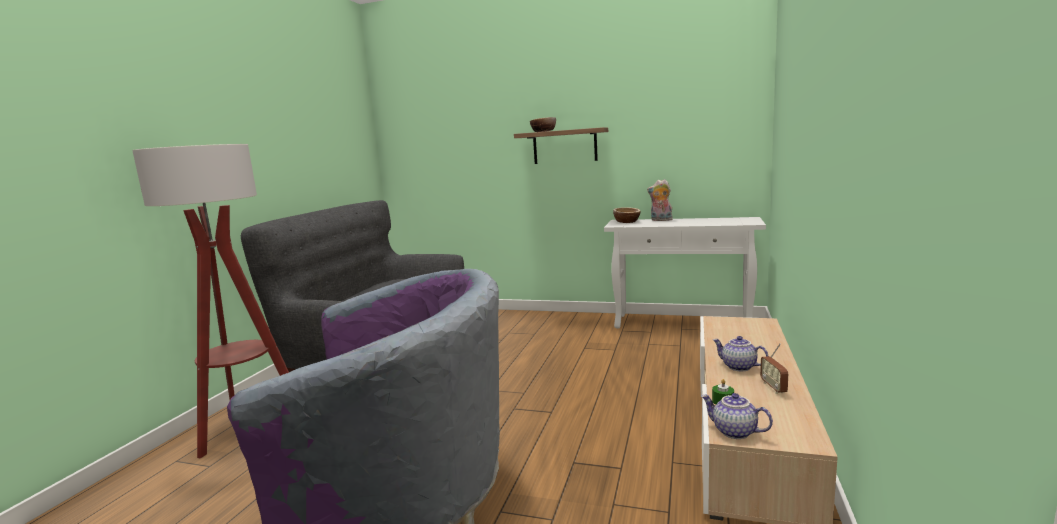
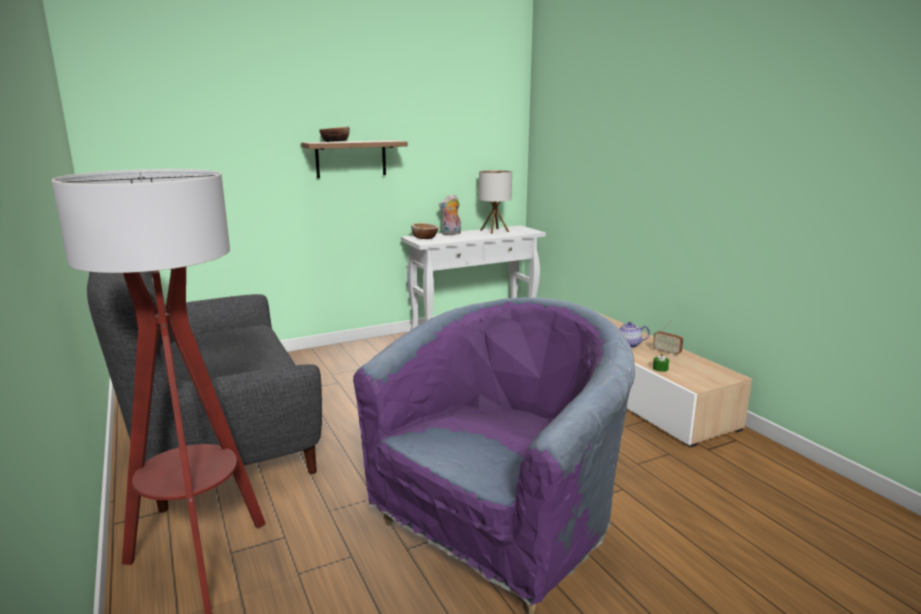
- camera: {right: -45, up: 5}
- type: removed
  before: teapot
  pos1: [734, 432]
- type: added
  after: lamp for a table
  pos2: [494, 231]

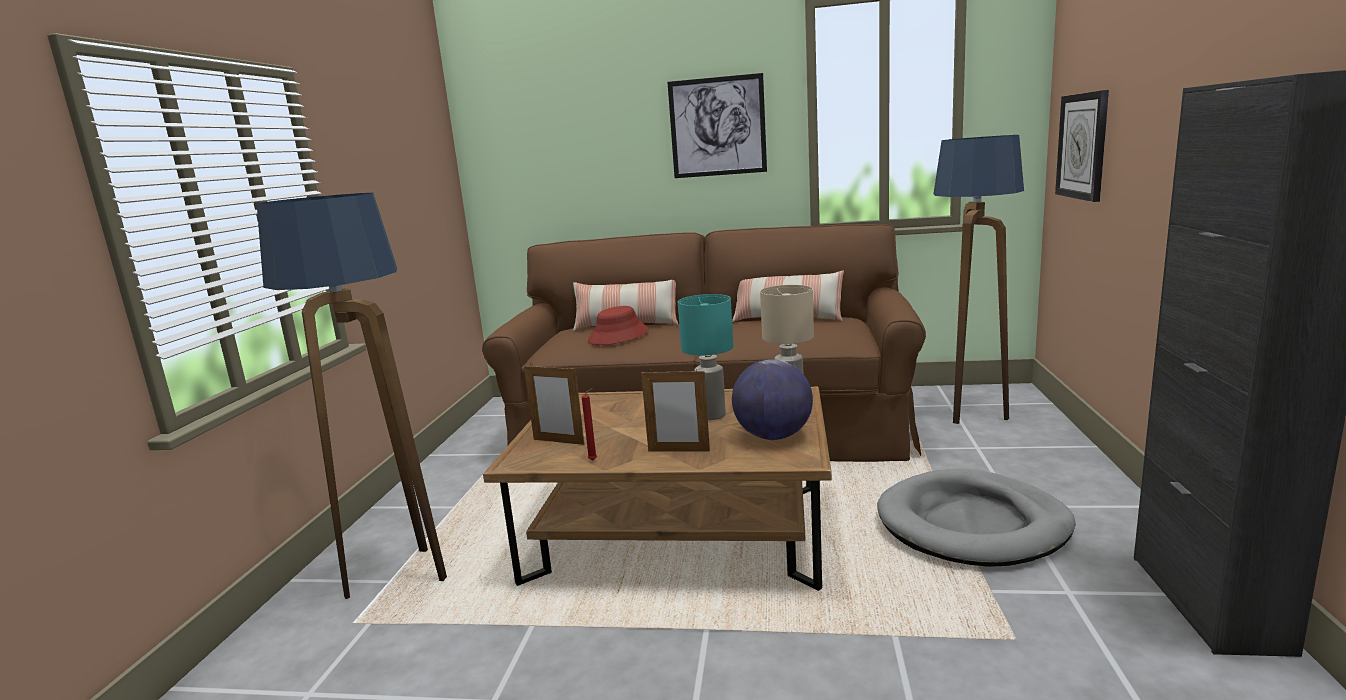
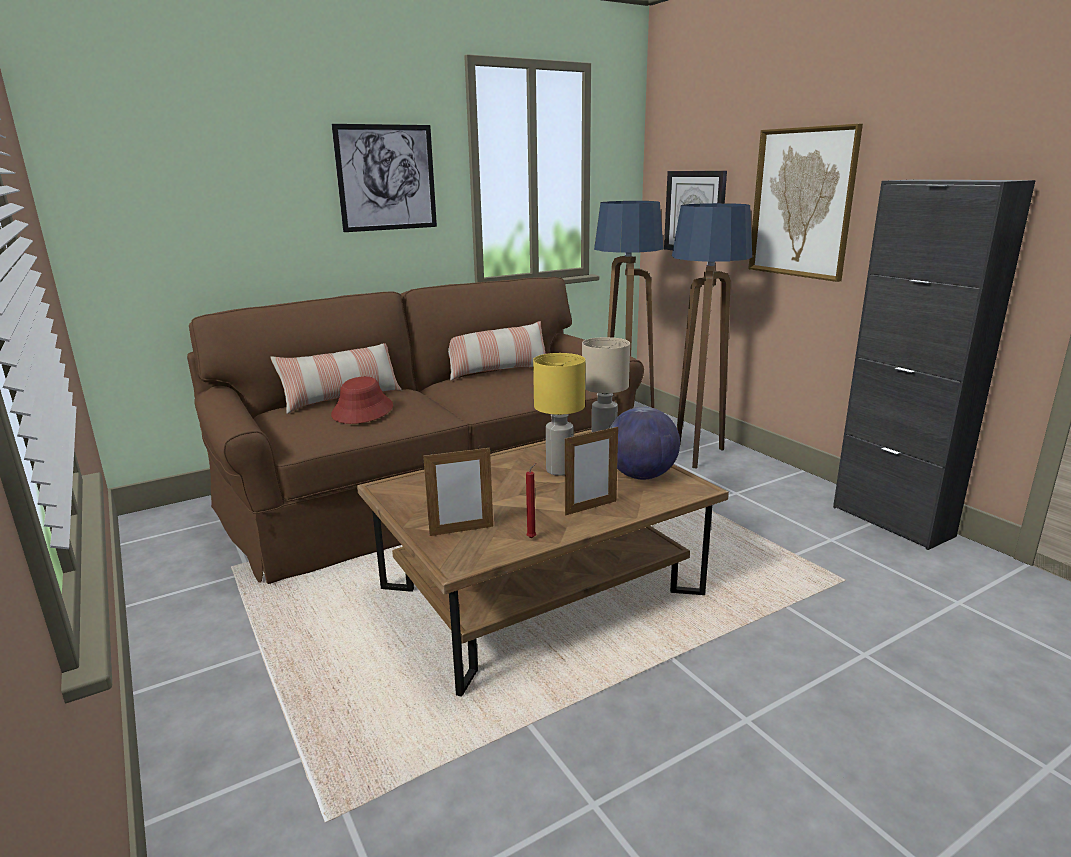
- camera: {right: -40, up: 5}
- type: moved
  before: standing lamp
  pos1: [395, 579]
  pos2: [697, 456]
- type: recoloured
  before: blue-green lamp for a table
  after: yellow-coloured lamp for a table
  pos1: [711, 415]
  pos2: [559, 471]
- type: removed
  before: gray dog bed
  pos1: [972, 524]
- type: added
  after: wall art
  pos2: [802, 203]

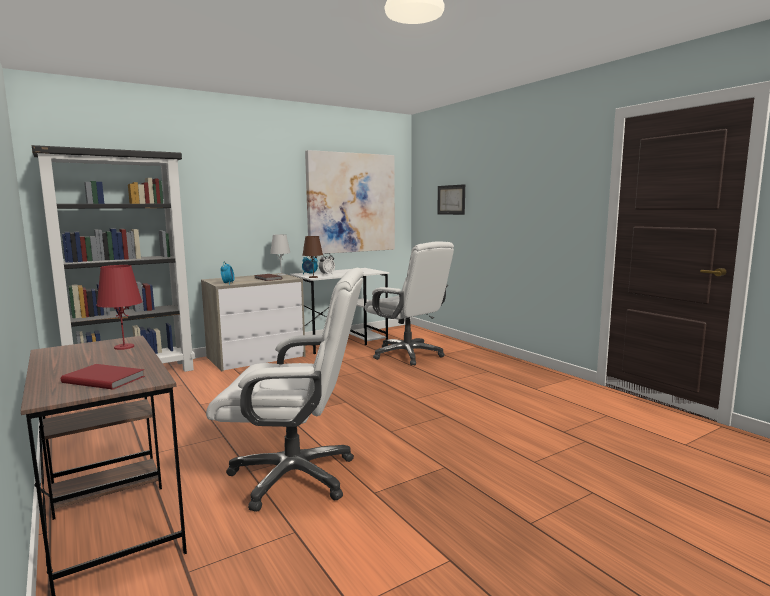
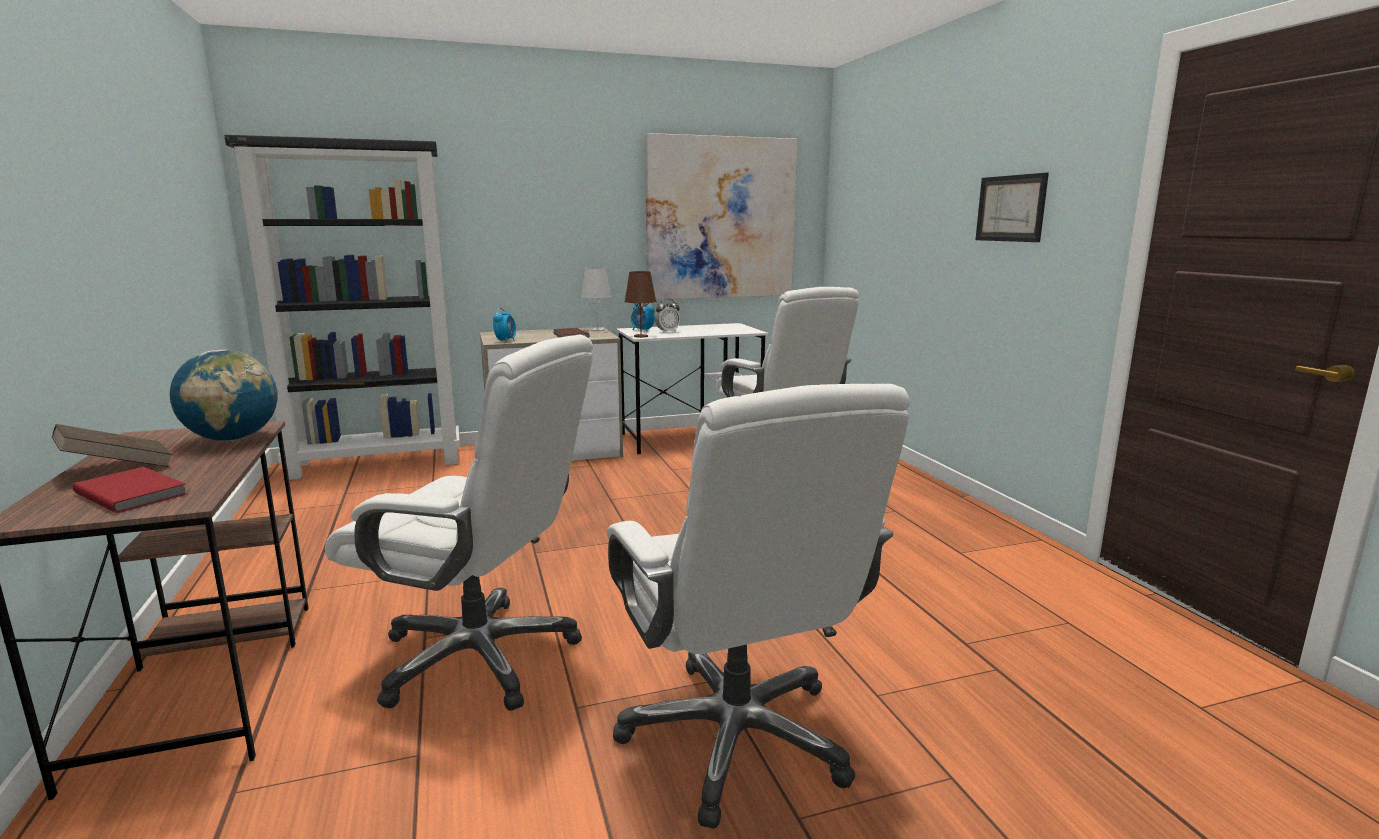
- camera: {right: 15, up: 5}
- type: moved
  before: wall art
  pos1: [451, 200]
  pos2: [1011, 208]
- type: replaced
  before: reddish lamp for a table
  after: desk globe
  pos1: [123, 347]
  pos2: [232, 439]
- type: added
  after: white-coloured computer chair
  pos2: [737, 738]
- type: added
  after: brownish book
  pos2: [117, 468]

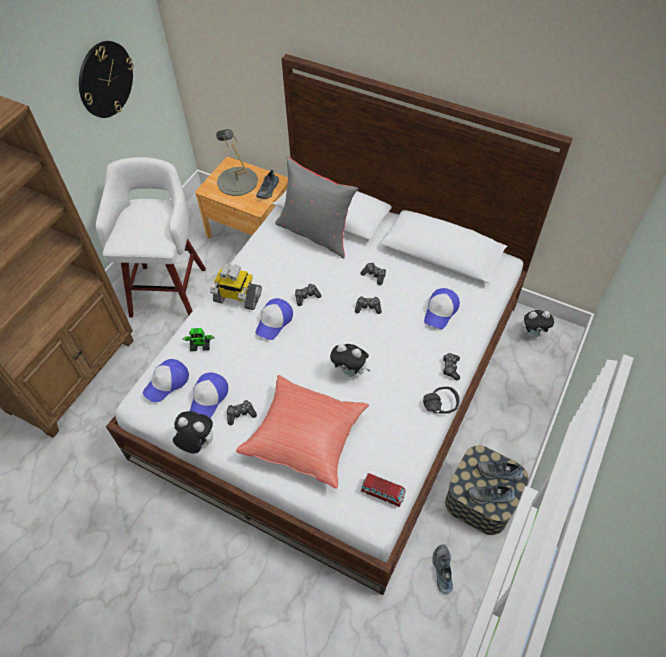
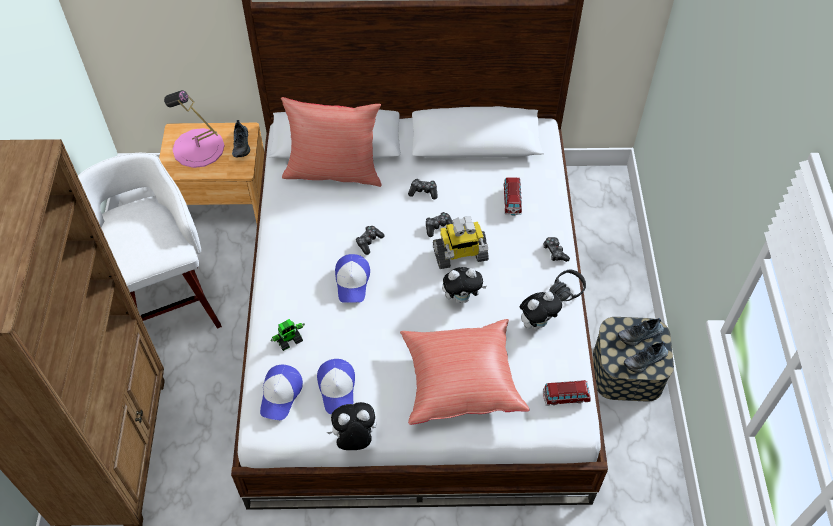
- camera: {right: -30, up: 0}
- type: removed
  before: clock on the wall
  pos1: [105, 79]
- type: recoloured
  before: gray lamp for a table
  after: pinkish lamp for a table
  pos1: [237, 181]
  pos2: [198, 148]
- type: recoloured
  before: gray pillow
  after: reddish pillow
  pos1: [316, 233]
  pos2: [333, 171]
- type: moved
  before: model robot
  pos1: [237, 298]
  pos2: [460, 255]
- type: replaced
  before: cap
  after: model car
  pos1: [441, 311]
  pos2: [512, 201]
- type: moved
  before: soft toy
  pos1: [533, 333]
  pos2: [537, 323]
- type: removed
  before: game controller
  pos1: [241, 414]
- type: removed
  before: shoe
  pos1: [442, 570]

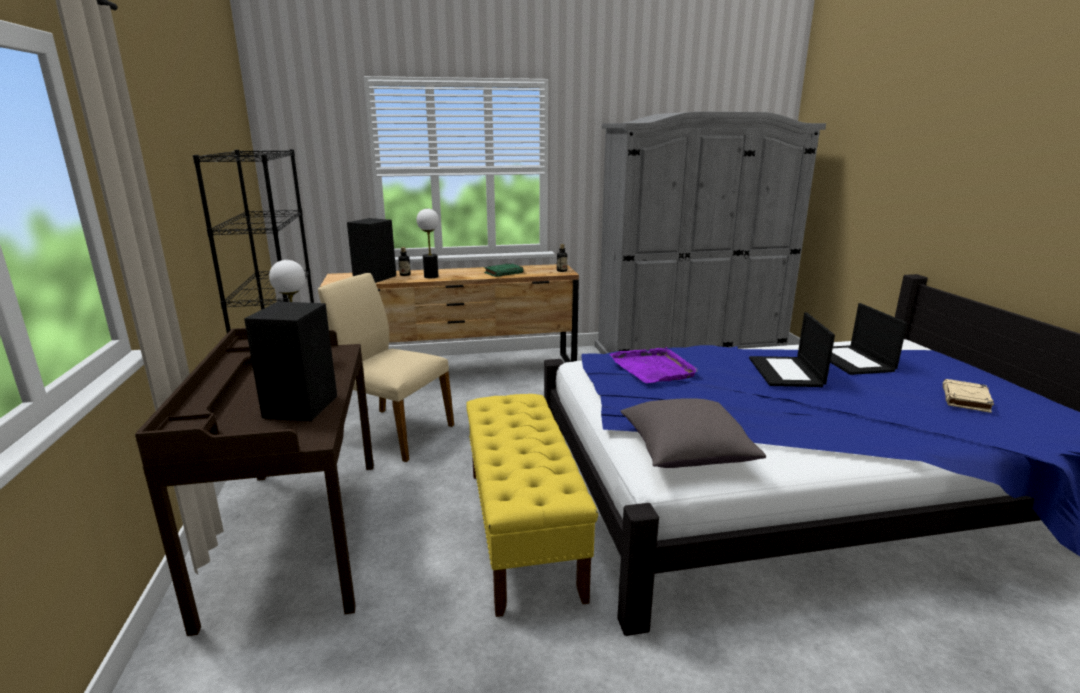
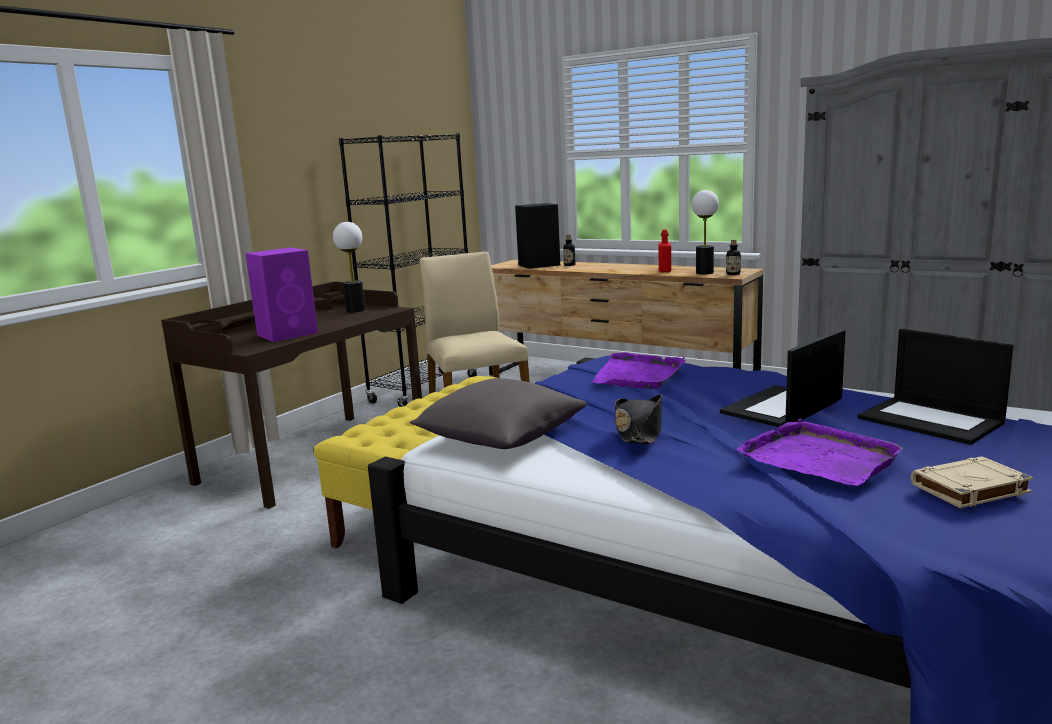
- camera: {right: 45, up: -5}
- type: moved
  before: lamp for a table
  pos1: [431, 276]
  pos2: [704, 273]
- type: replaced
  before: green-coloured book
  after: reddish bottle
  pos1: [504, 273]
  pos2: [665, 271]
- type: recoloured
  before: black-coloured speaker
  after: purple speaker
  pos1: [301, 406]
  pos2: [289, 334]
- type: turned
  before: laptop
  pos1: [852, 360]
  pos2: [932, 420]
  turn: -75
- type: added
  after: black-coloured wearable hat
  pos2: [639, 431]
- type: added
  after: purple serving tray
  pos2: [819, 458]

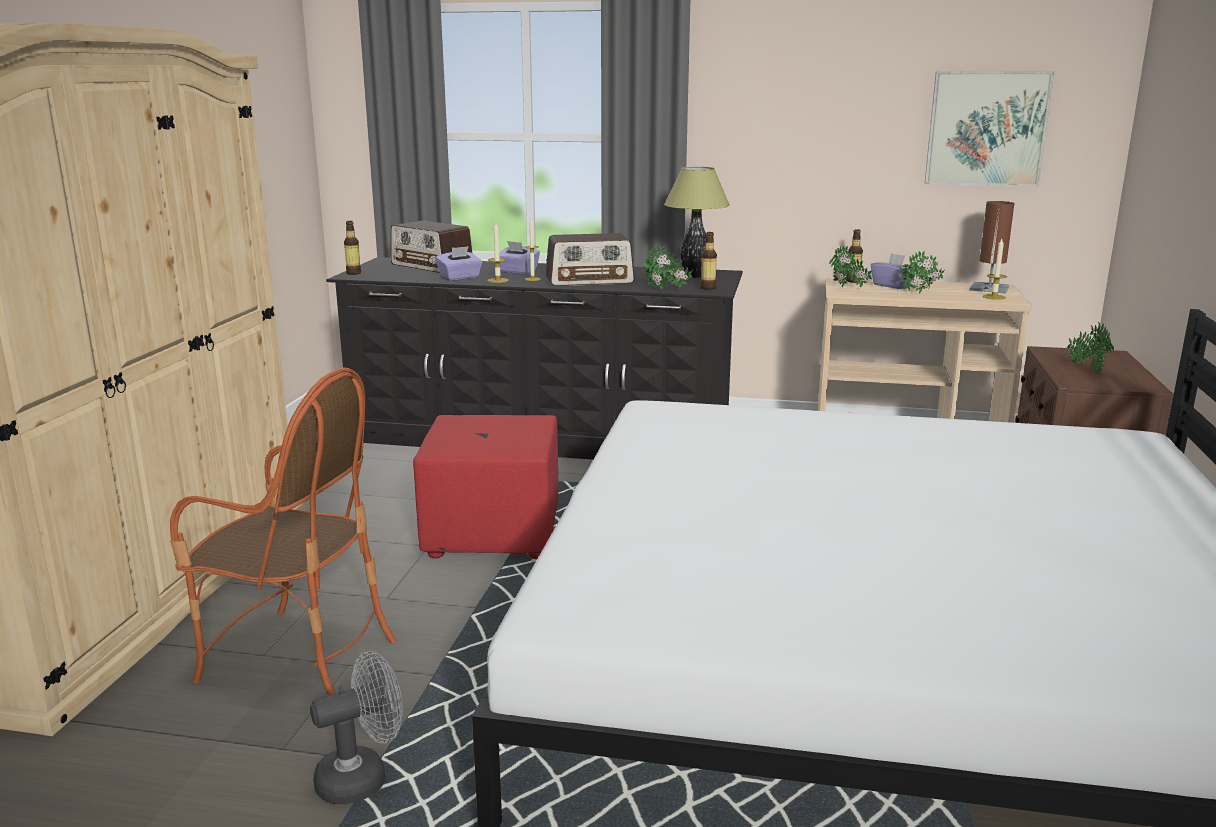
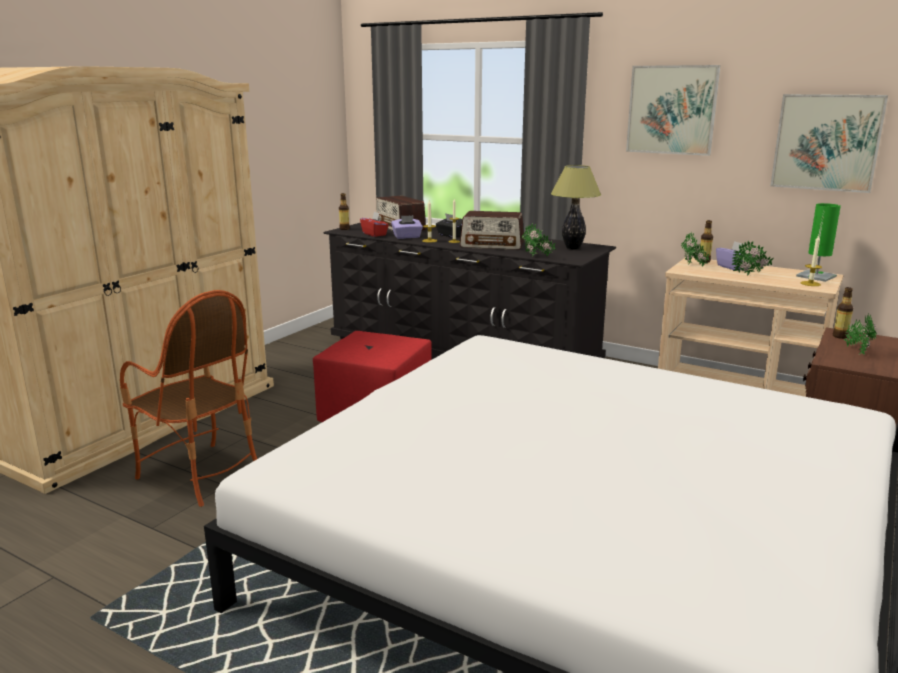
- camera: {right: 20, up: 0}
- type: recoloured
  before: brownish lamp for a table
  after: green-coloured lamp for a table
  pos1: [989, 288]
  pos2: [816, 276]
- type: moved
  before: bottle
  pos1: [708, 288]
  pos2: [840, 336]
- type: recoloured
  before: purple box of tissues
  after: black-coloured box of tissues
  pos1: [517, 272]
  pos2: [451, 235]
- type: removed
  before: gray cooling fan
  pos1: [362, 777]
- type: added
  after: wall art
  pos2: [671, 110]
- type: added
  after: reddish box of tissues
  pos2: [374, 234]

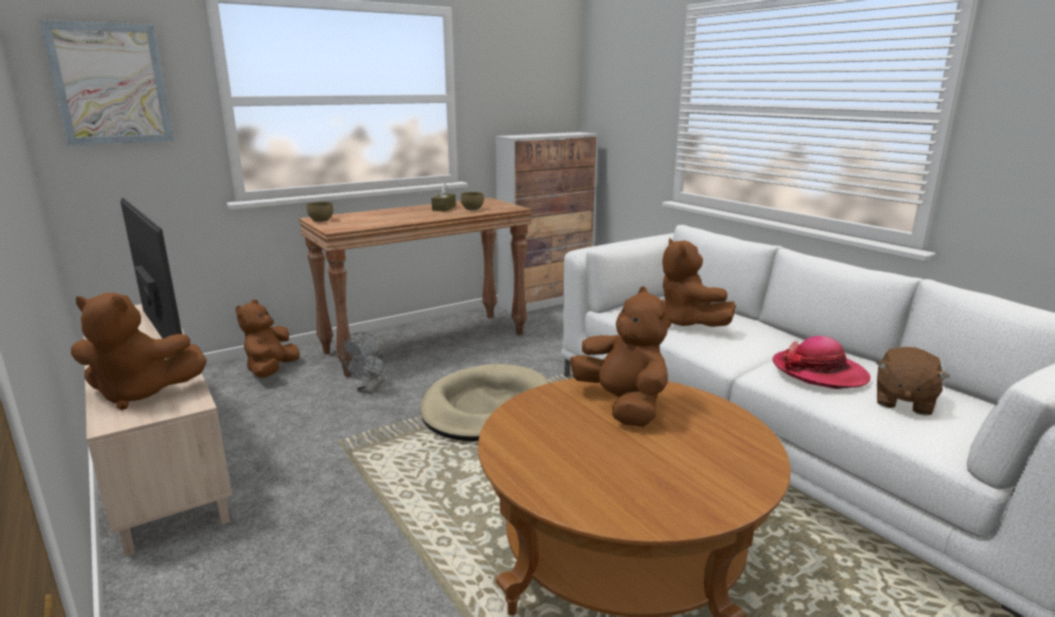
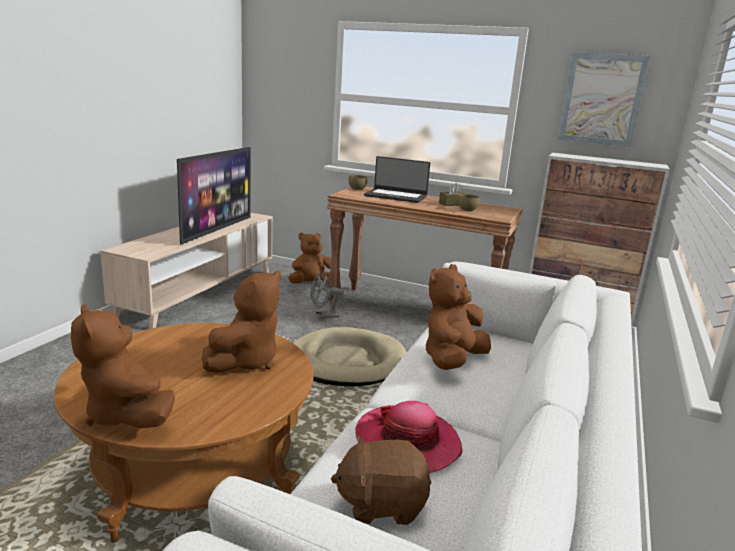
- camera: {right: 55, up: 0}
- type: moved
  before: wall art
  pos1: [111, 84]
  pos2: [602, 99]
- type: moved
  before: brownish soft toy
  pos1: [140, 394]
  pos2: [126, 415]
- type: added
  after: laptop
  pos2: [396, 196]

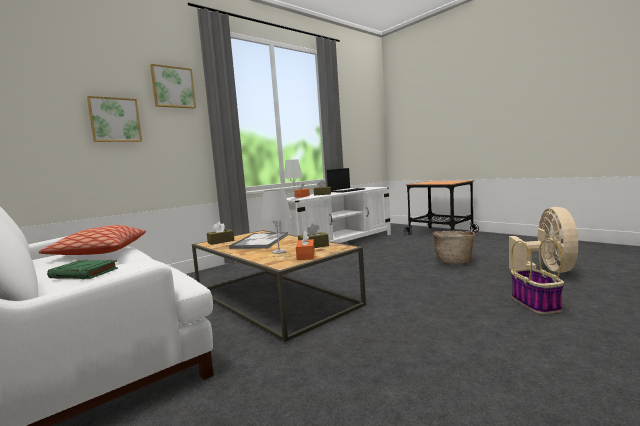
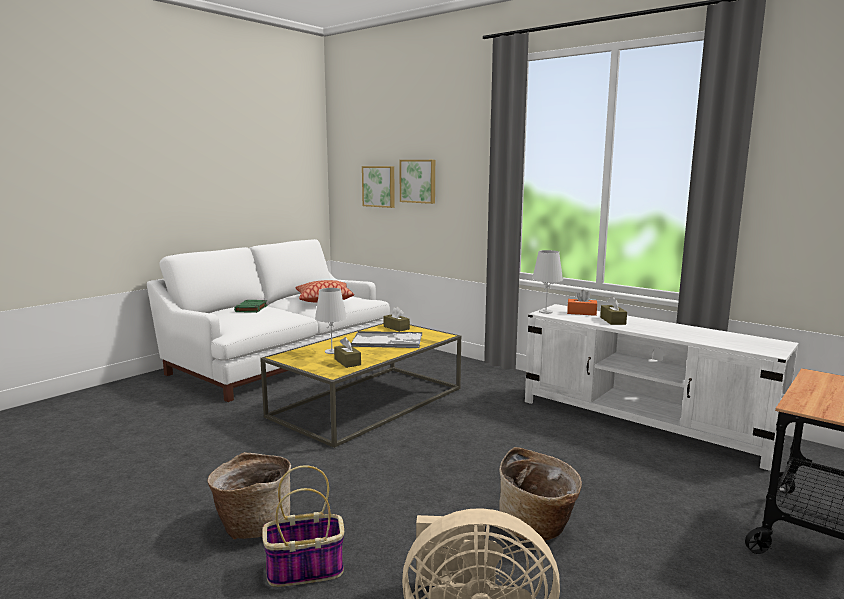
- camera: {right: 80, up: 5}
- type: moved
  before: wall art
  pos1: [173, 87]
  pos2: [379, 186]
- type: removed
  before: laptop
  pos1: [346, 190]
- type: recoloured
  before: brownish lounge table
  after: yellow-coloured lounge table
  pos1: [273, 299]
  pos2: [367, 403]
- type: removed
  before: orange-coloured box of tissues
  pos1: [306, 255]
- type: added
  after: basket
  pos2: [253, 525]

